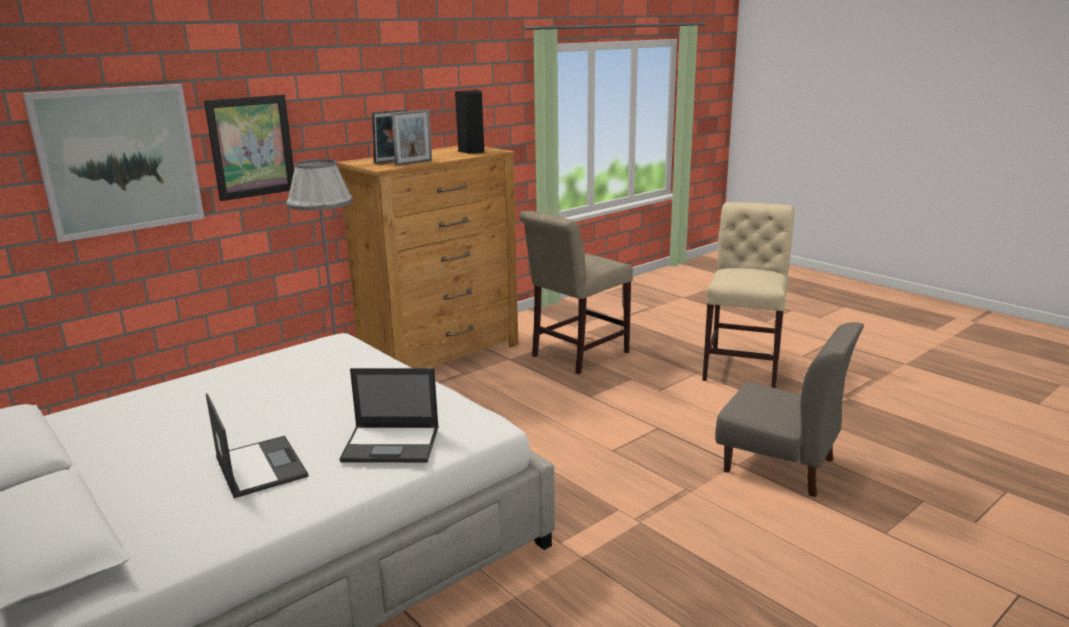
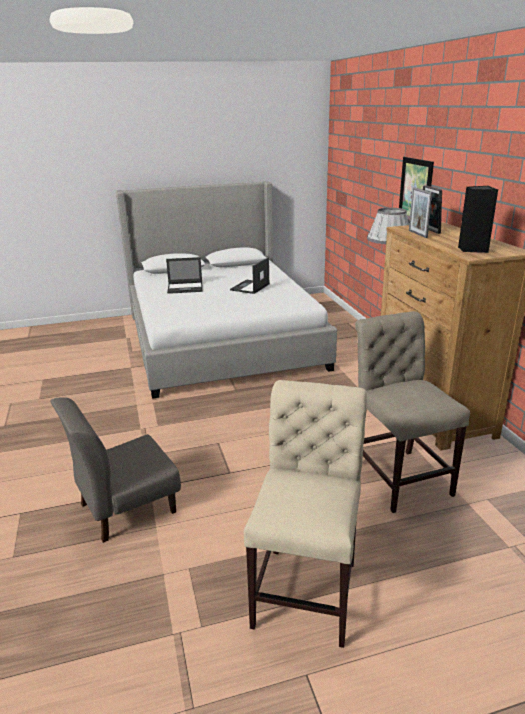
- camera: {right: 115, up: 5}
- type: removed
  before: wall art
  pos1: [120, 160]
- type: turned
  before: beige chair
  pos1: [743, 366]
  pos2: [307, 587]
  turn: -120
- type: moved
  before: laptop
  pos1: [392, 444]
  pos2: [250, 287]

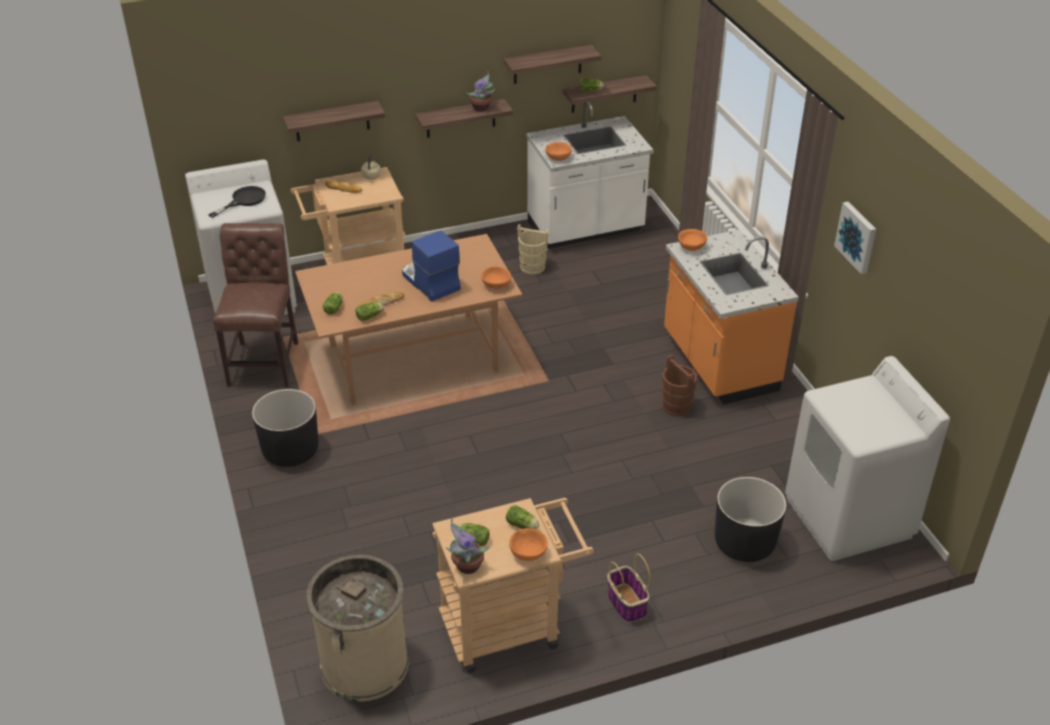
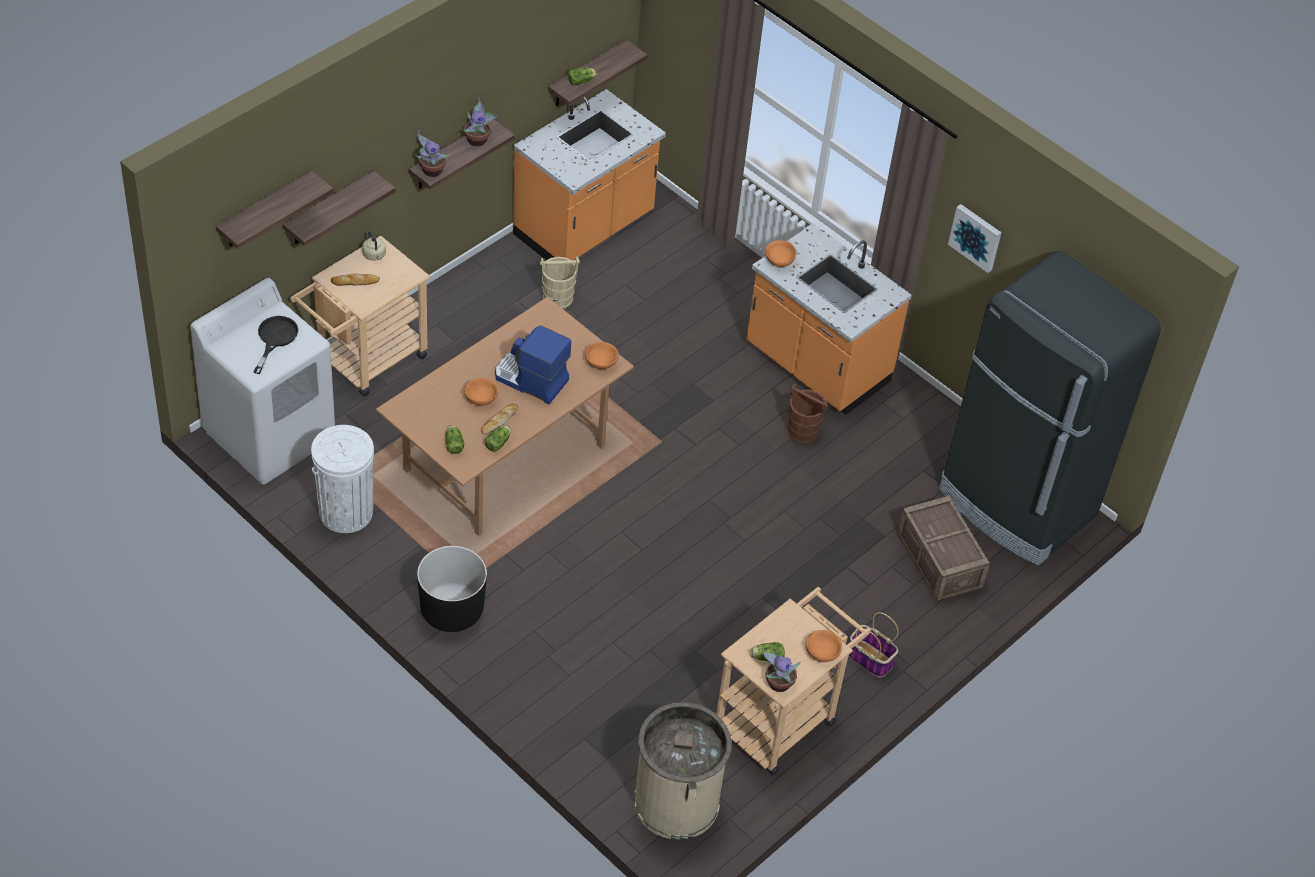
- camera: {right: -30, up: 10}
- type: moved
  before: wall shelf
  pos1: [547, 64]
  pos2: [265, 211]
- type: recoloured
  before: white-coloured counter
  after: orange-coloured counter
  pos1: [585, 229]
  pos2: [584, 227]
- type: moved
  before: orange-coloured serving bowl
  pos1: [558, 158]
  pos2: [481, 399]
- type: replaced
  before: brownish chair
  after: white-coloured rubbish bin
  pos1: [265, 360]
  pos2: [346, 512]
- type: replaced
  before: white-coloured laundry appliance
  after: black-coloured fridge
  pos1: [848, 518]
  pos2: [1016, 504]
- type: replaced
  before: black-coloured planter
  after: shipping crate
  pos1: [744, 542]
  pos2: [939, 561]
- type: removed
  before: head of lettuce
  pos1: [523, 526]
- type: added
  after: potted plant
  pos2: [431, 171]

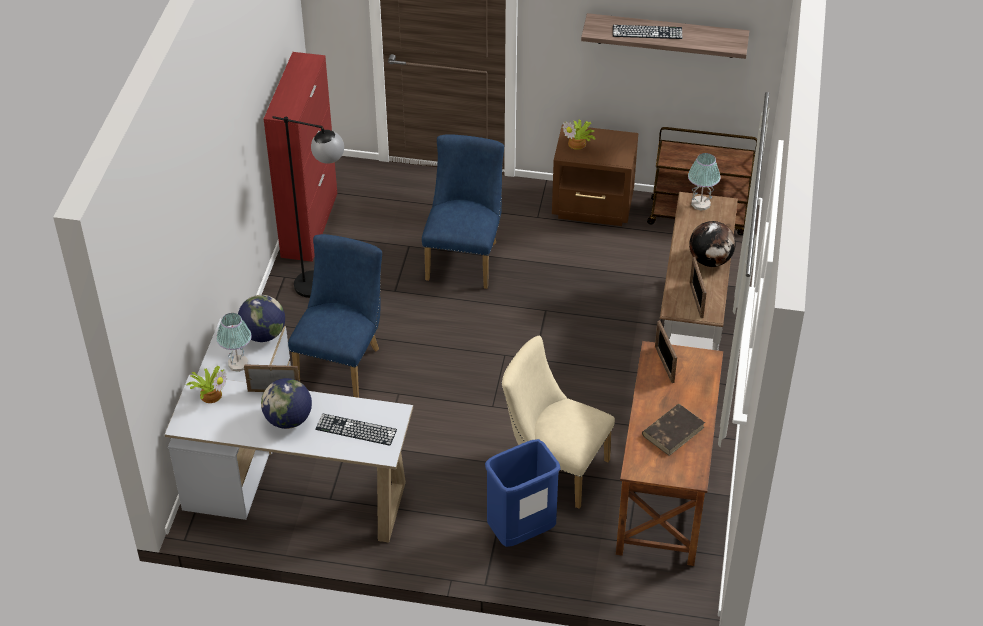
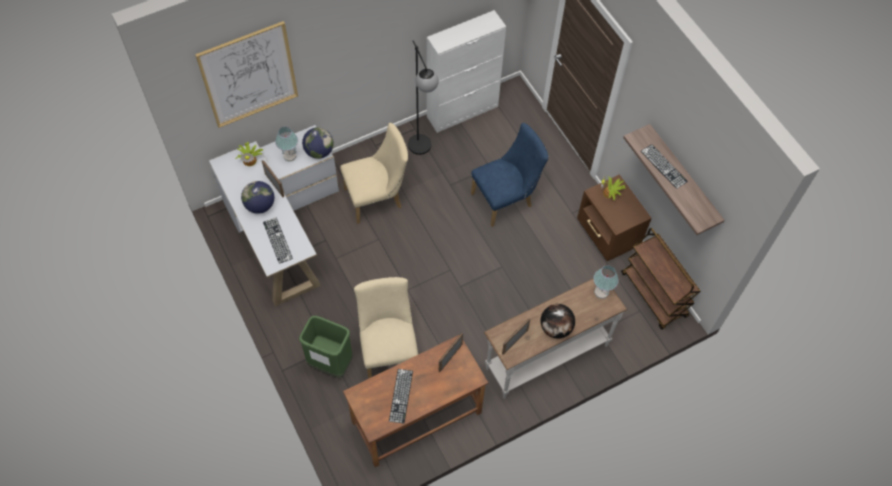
- camera: {right: 50, up: 15}
- type: recoloured
  before: reddish storage cabinet
  after: white-coloured storage cabinet
  pos1: [310, 224]
  pos2: [463, 111]
- type: recoloured
  before: blue-coloured chair
  after: beige chair
  pos1: [342, 362]
  pos2: [377, 198]
- type: replaced
  before: brownish book
  after: keyboard
  pos1: [673, 431]
  pos2: [401, 396]
- type: recoloured
  before: blue-coloured rubbish bin
  after: green-coloured rubbish bin
  pos1: [521, 532]
  pos2: [330, 363]
- type: added
  after: wall art
  pos2: [249, 75]

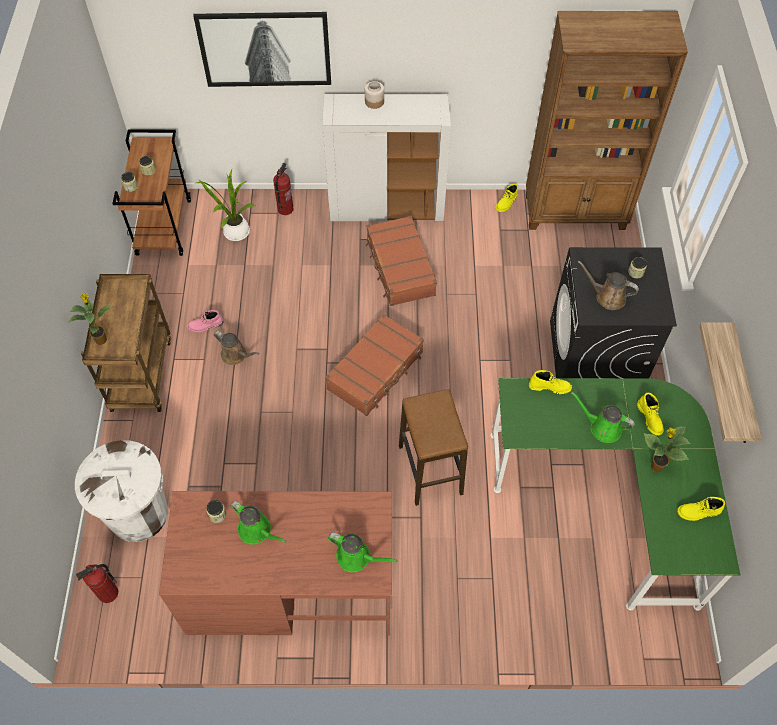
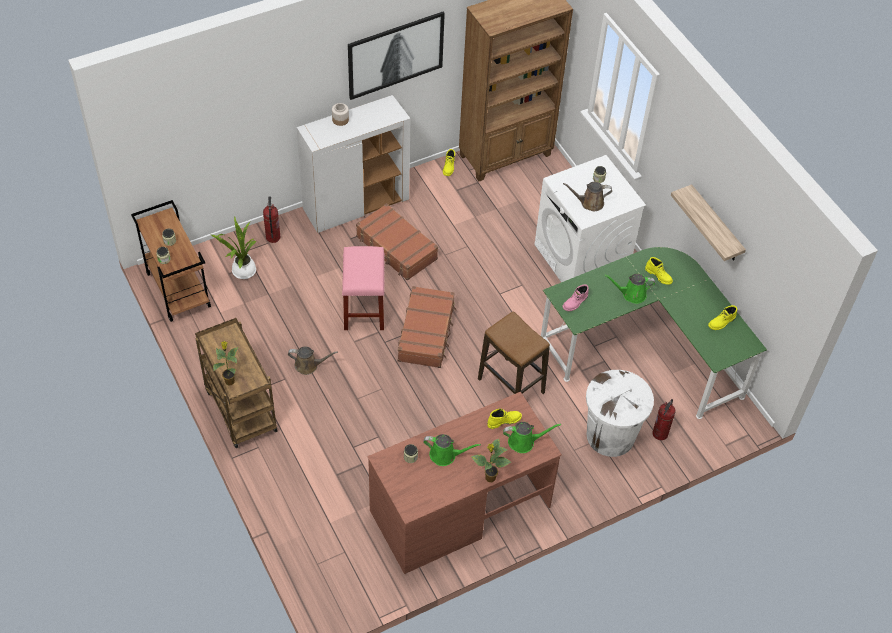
- camera: {right: -30, up: -5}
- type: moved
  before: wall art
  pos1: [265, 48]
  pos2: [395, 54]
- type: recoloured
  before: black-coloured laundry appliance
  after: white-coloured laundry appliance
  pos1: [594, 357]
  pos2: [581, 259]
- type: moved
  before: pinkish high-top boot
  pos1: [205, 326]
  pos2: [575, 303]
- type: moved
  before: yellow-coloured high-top boot
  pos1: [550, 386]
  pos2: [504, 420]
- type: moved
  before: potted plant
  pos1: [655, 466]
  pos2: [489, 478]
- type: moved
  before: white-coloured rubbish bin
  pos1: [139, 514]
  pos2: [610, 436]
- type: moved
  before: fire extinguisher
  pos1: [108, 593]
  pos2: [660, 434]
- type: added
  after: pinkish stool
  pos2: [364, 308]

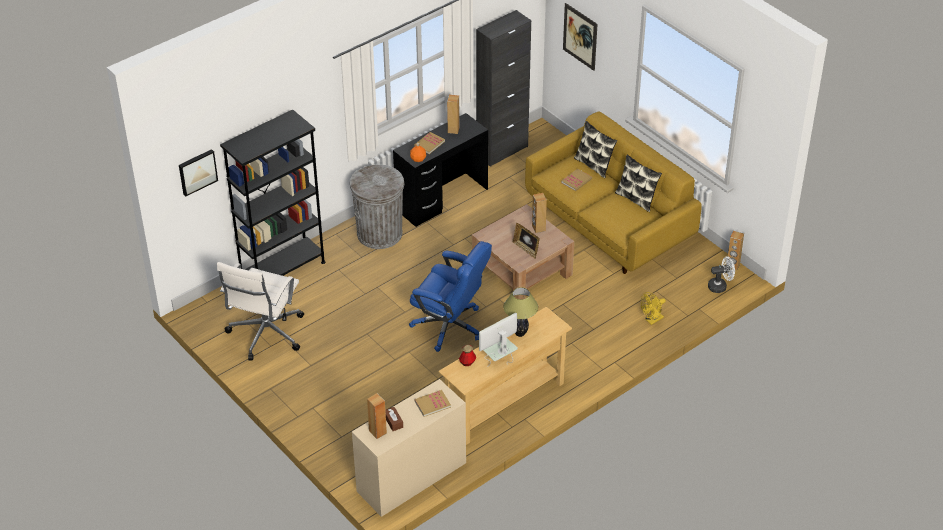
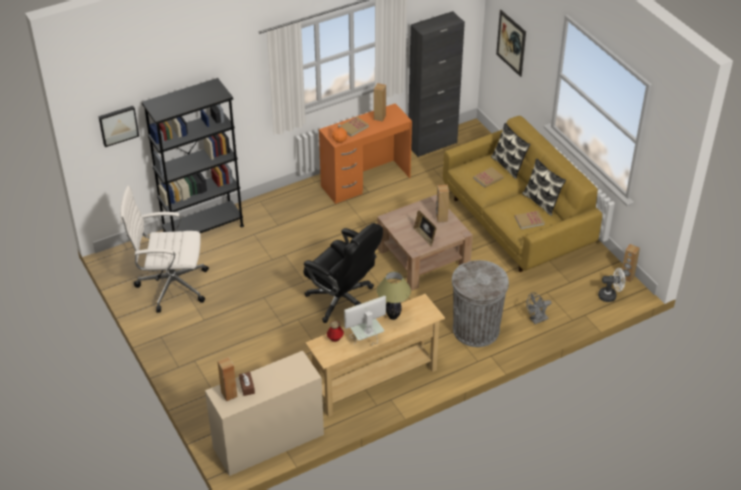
- camera: {right: 10, up: 0}
- type: recoloured
  before: black-coloured desk table
  after: orange-coloured desk table
  pos1: [442, 199]
  pos2: [365, 181]
- type: moved
  before: gray rubbish bin
  pos1: [379, 233]
  pos2: [476, 330]
- type: recoloured
  before: blue-coloured computer chair
  after: black-coloured computer chair
  pos1: [450, 326]
  pos2: [342, 300]
- type: turned
  before: white-coloured computer chair
  pos1: [265, 334]
  pos2: [170, 285]
  turn: 60
- type: recoloured
  before: yellow-coloured cooling fan
  after: gray cooling fan
  pos1: [652, 320]
  pos2: [536, 320]
- type: moved
  before: book
  pos1: [432, 404]
  pos2: [529, 221]

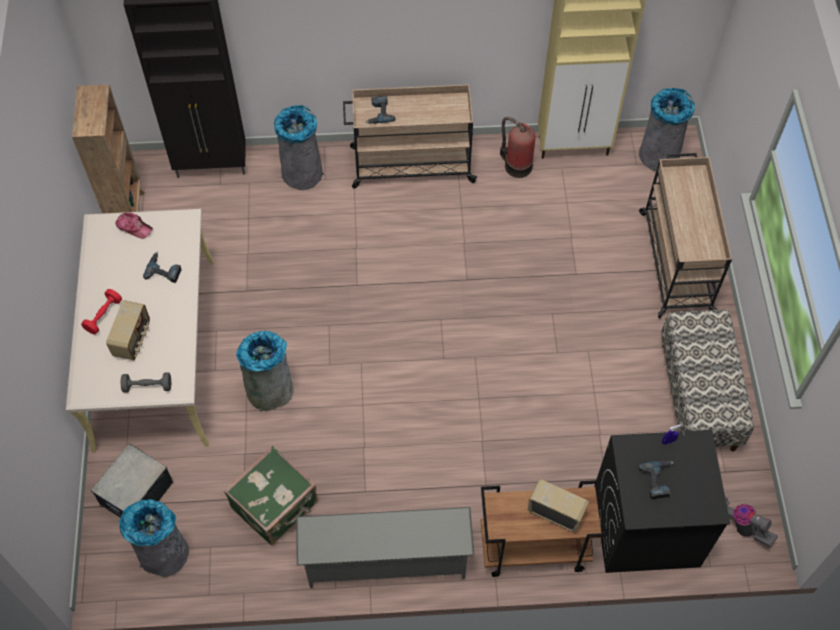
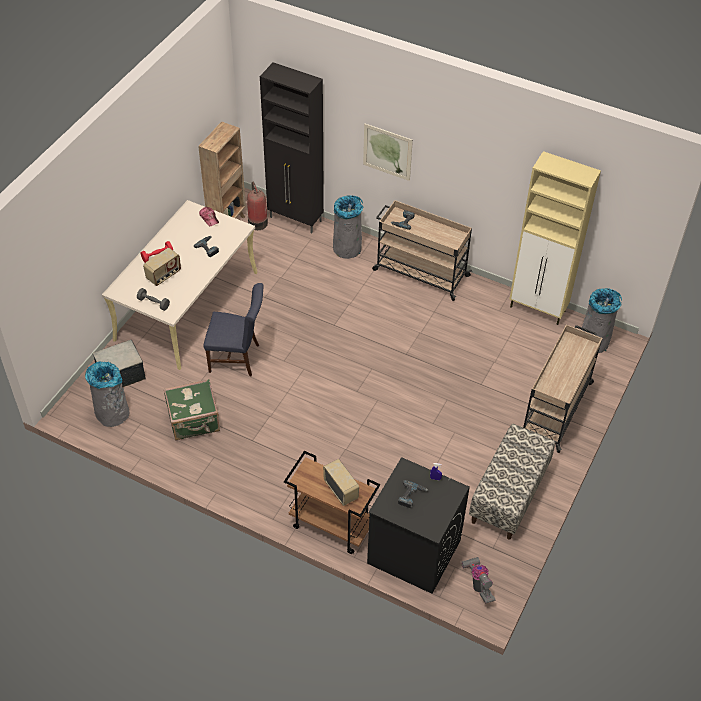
- camera: {right: 30, up: -10}
- type: moved
  before: fire extinguisher
  pos1: [516, 165]
  pos2: [257, 222]
- type: replaced
  before: gray rubbish bin
  after: blue-coloured chair
  pos1: [271, 390]
  pos2: [238, 358]
- type: removed
  before: gray shoe shelf
  pos1: [386, 562]
- type: added
  after: wall art
  pos2: [387, 152]

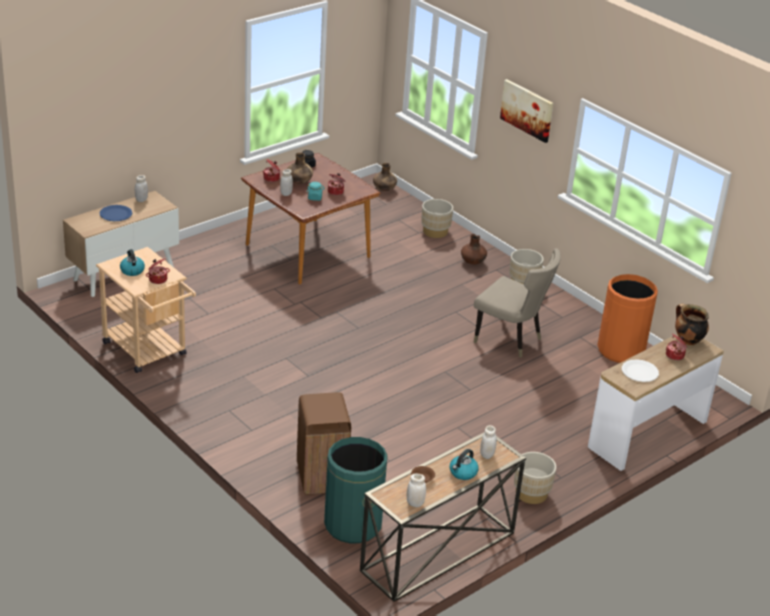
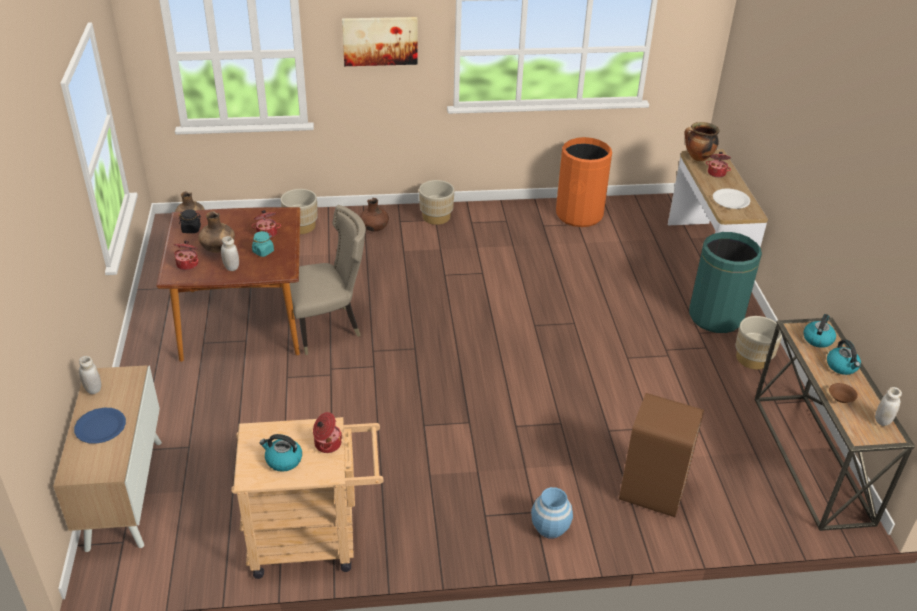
- camera: {right: -55, up: 5}
- type: moved
  before: beige chair
  pos1: [511, 340]
  pos2: [327, 327]
- type: replaced
  before: white-coloured preserve jar
  after: kettle
  pos1: [487, 455]
  pos2: [817, 339]
- type: moved
  before: green-coloured rubbish bin
  pos1: [353, 524]
  pos2: [715, 316]
- type: added
  after: blue-coloured flower vase
  pos2: [550, 528]

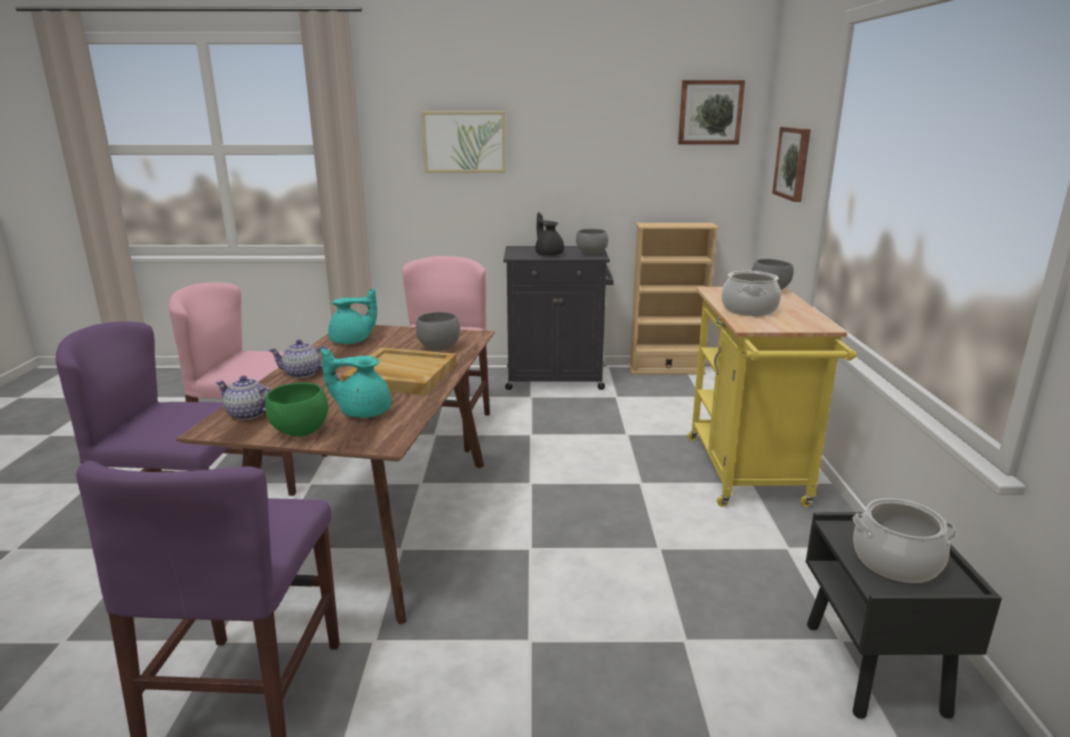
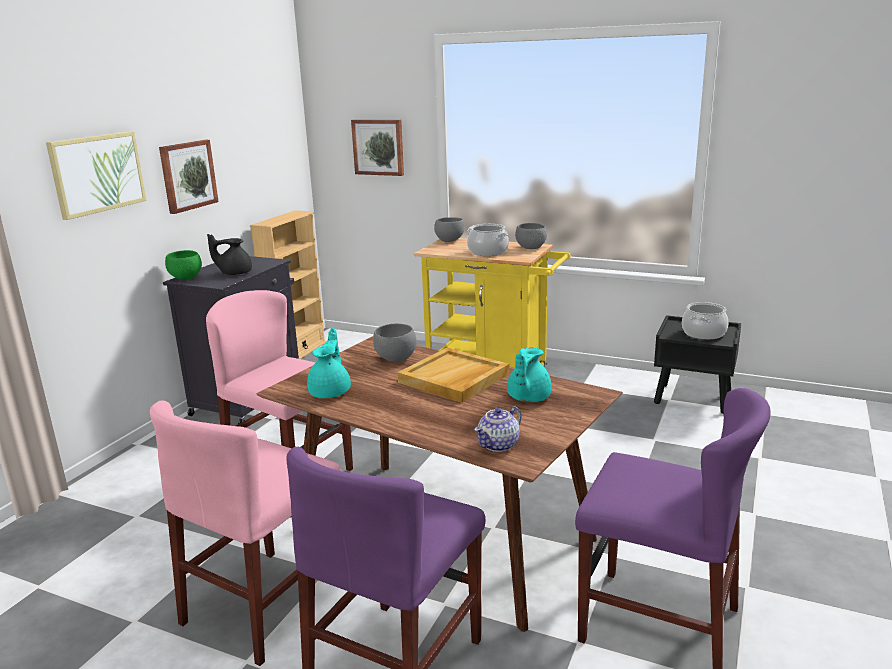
- camera: {right: -65, up: 0}
- type: moved
  before: wall art
  pos1: [710, 112]
  pos2: [187, 175]
- type: moved
  before: gray serving bowl
  pos1: [592, 254]
  pos2: [531, 248]
- type: removed
  before: teapot
  pos1: [303, 373]
- type: moved
  before: green-coloured serving bowl
  pos1: [301, 432]
  pos2: [187, 278]

